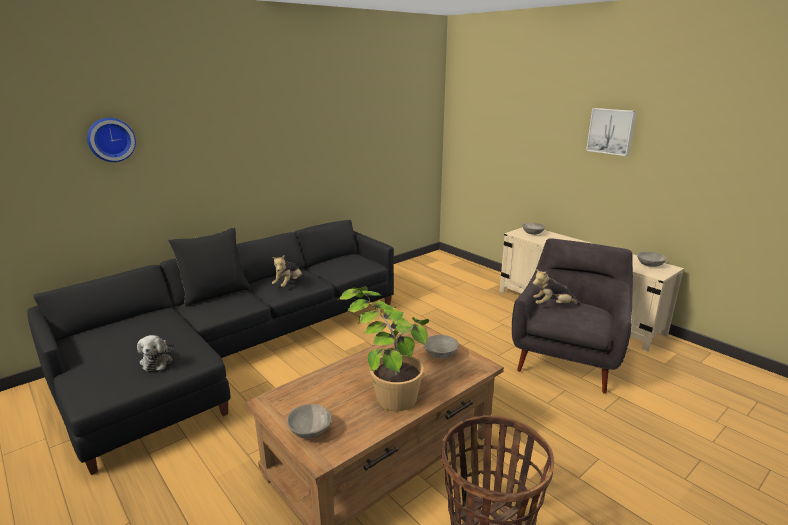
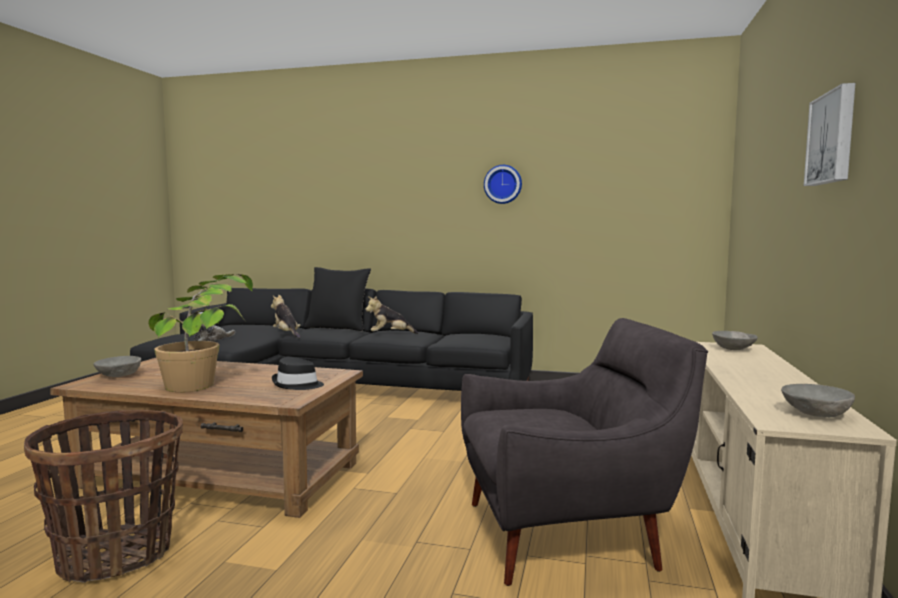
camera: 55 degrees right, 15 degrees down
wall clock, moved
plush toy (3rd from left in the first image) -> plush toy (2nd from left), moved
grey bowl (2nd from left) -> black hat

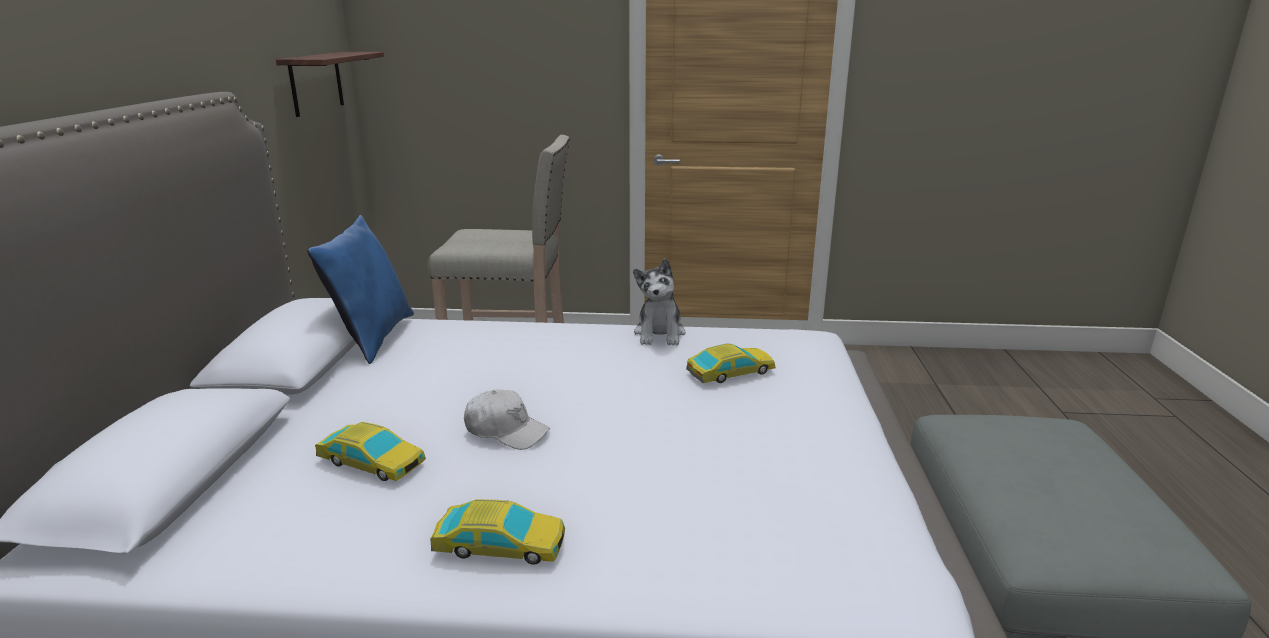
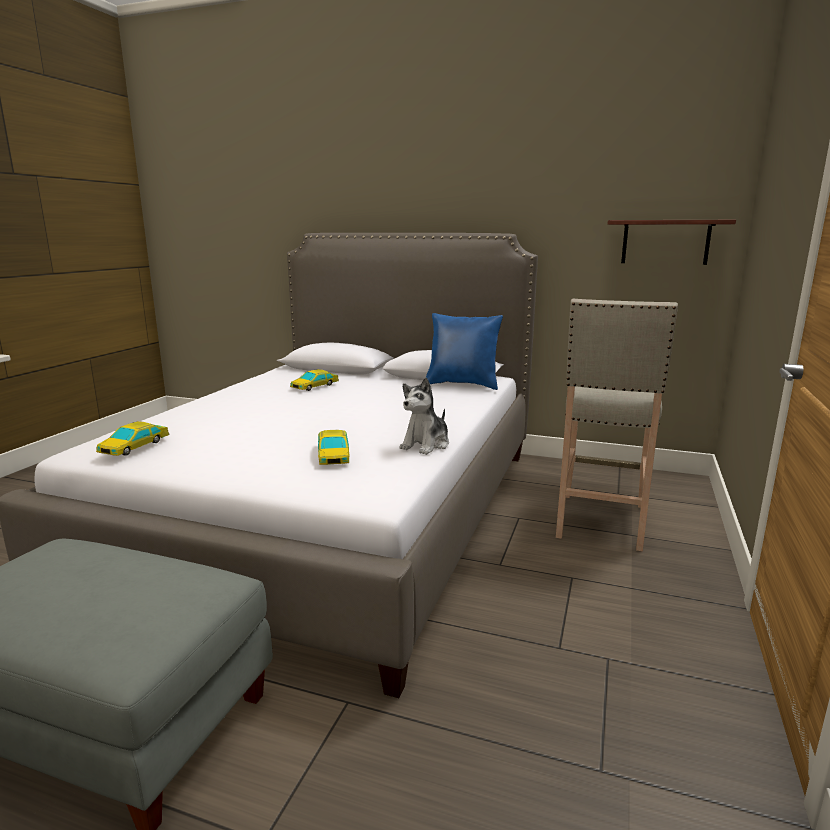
camera: 105 degrees right, 5 degrees down
white cap -> none
toy car (2nd from left in the first image) -> toy car (1st from left), moved
plush toy, 75 degrees counterclockwise

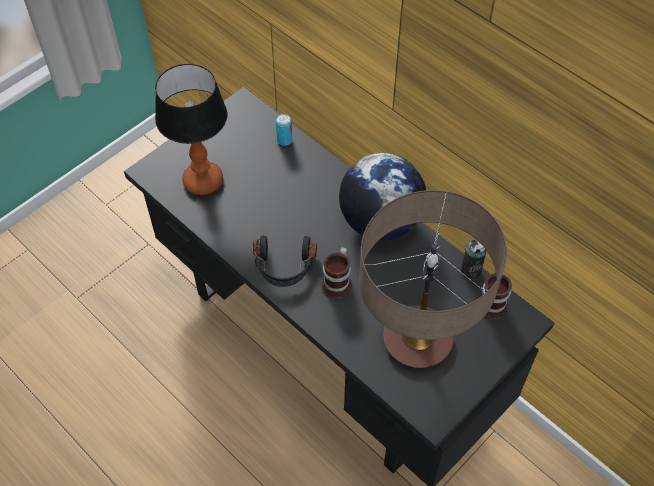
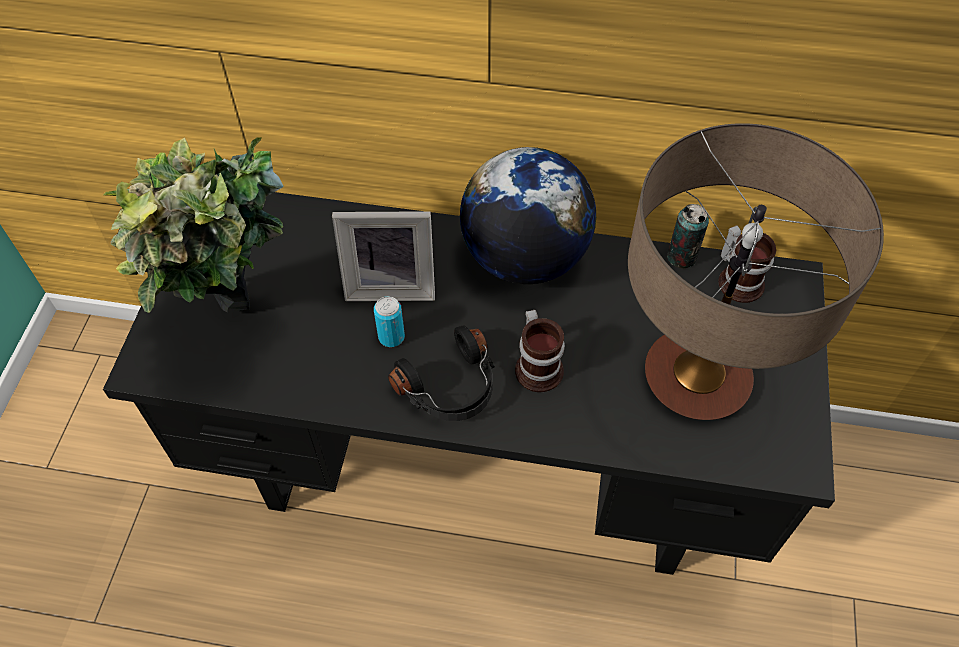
camera: 35 degrees left, 0 degrees up
none -> picture frame
can (1st from left), moved
table lamp (1st from left) -> potted plant

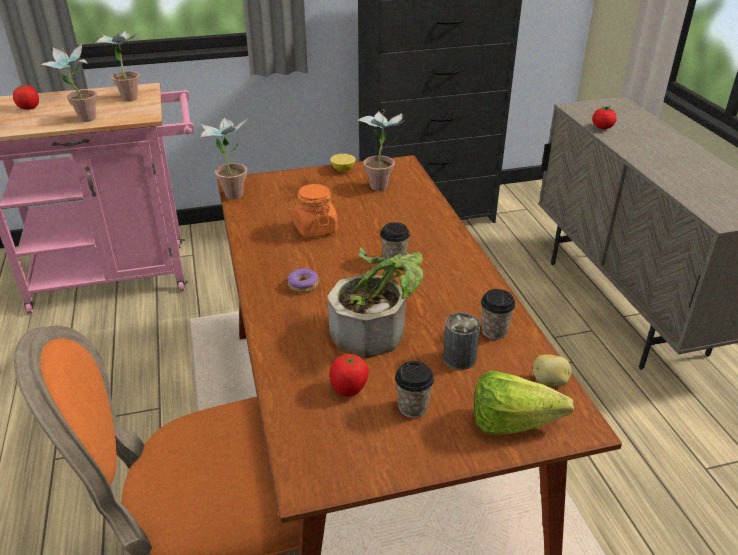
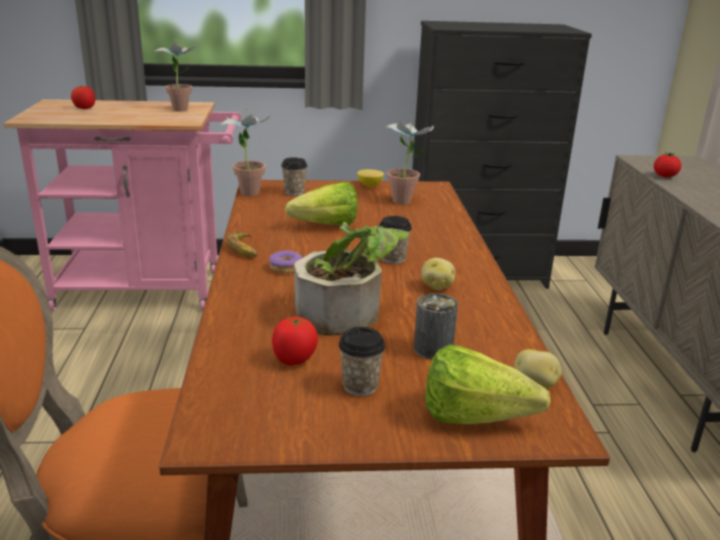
camera: 10 degrees right, 10 degrees down
potted plant (1st from left) -> none
none -> banana
none -> potato (1st from left)
cup (3rd from left in the first image) -> cup (1st from left), moved
orange jar -> lettuce (1st from left)

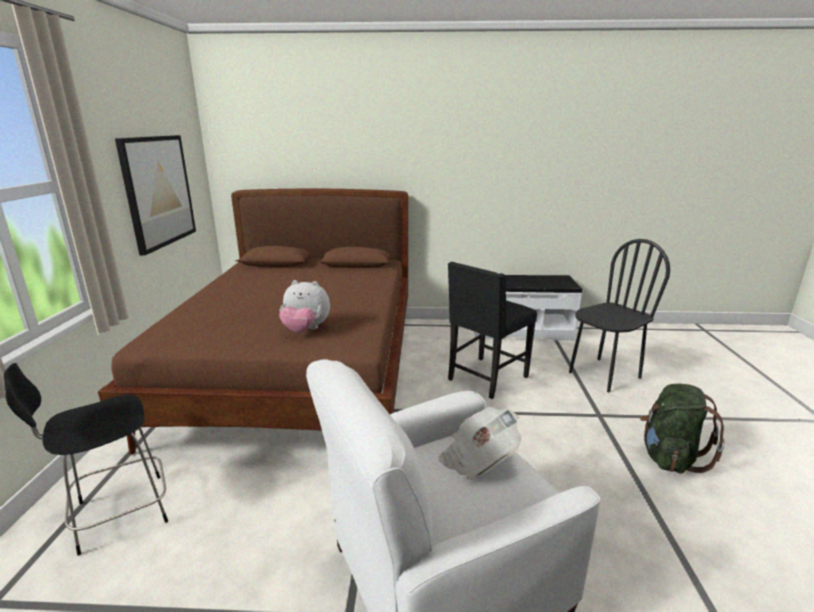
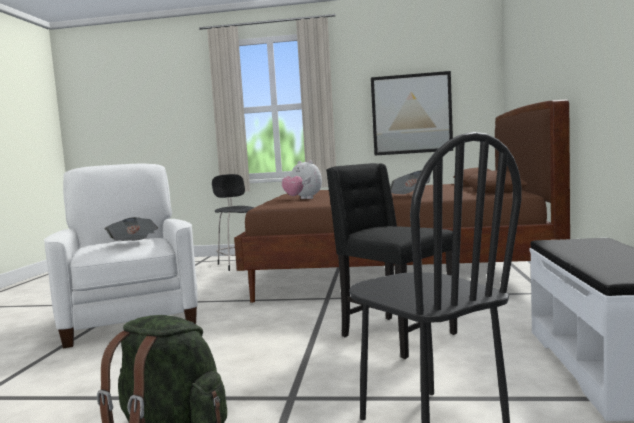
camera: 95 degrees right, 15 degrees down
none -> newspaper (2nd from left)
plush toy, 60 degrees counterclockwise

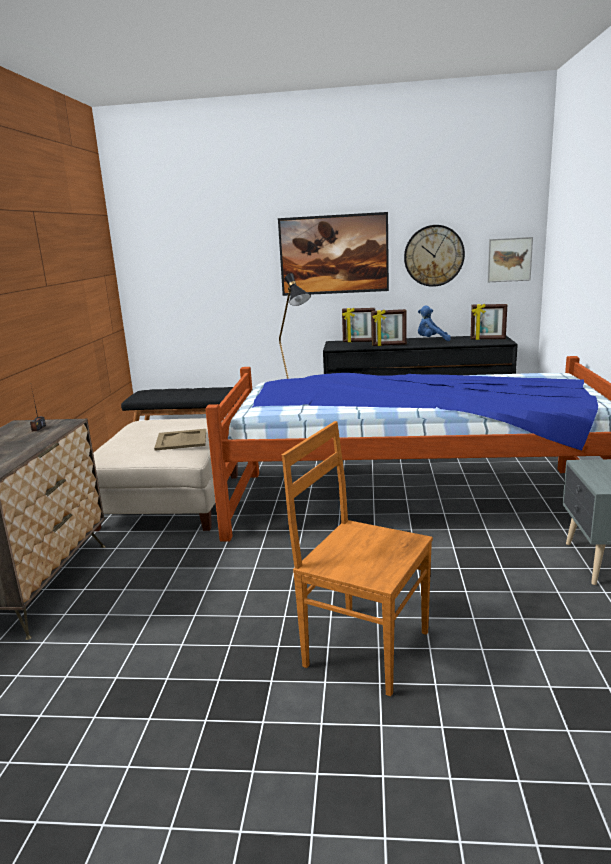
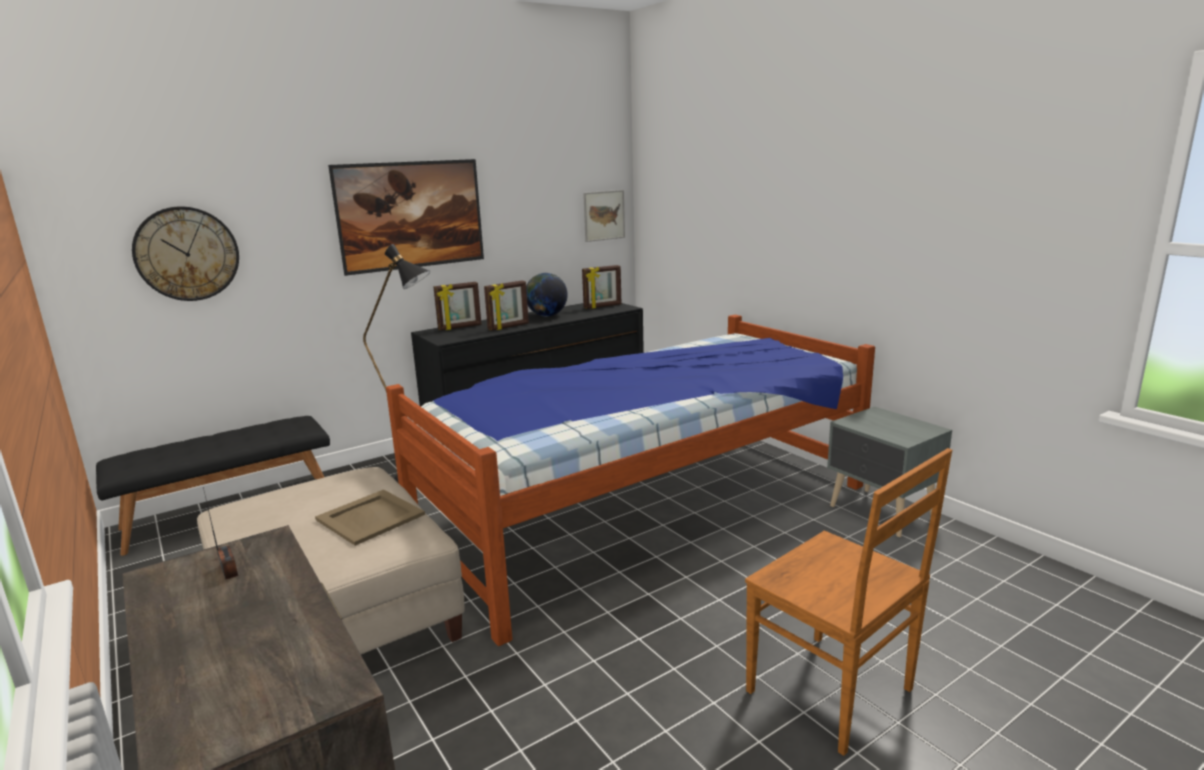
camera: 40 degrees left, 0 degrees up
wall clock, moved
blue plush toy -> globe
brown chair, 120 degrees counterclockwise

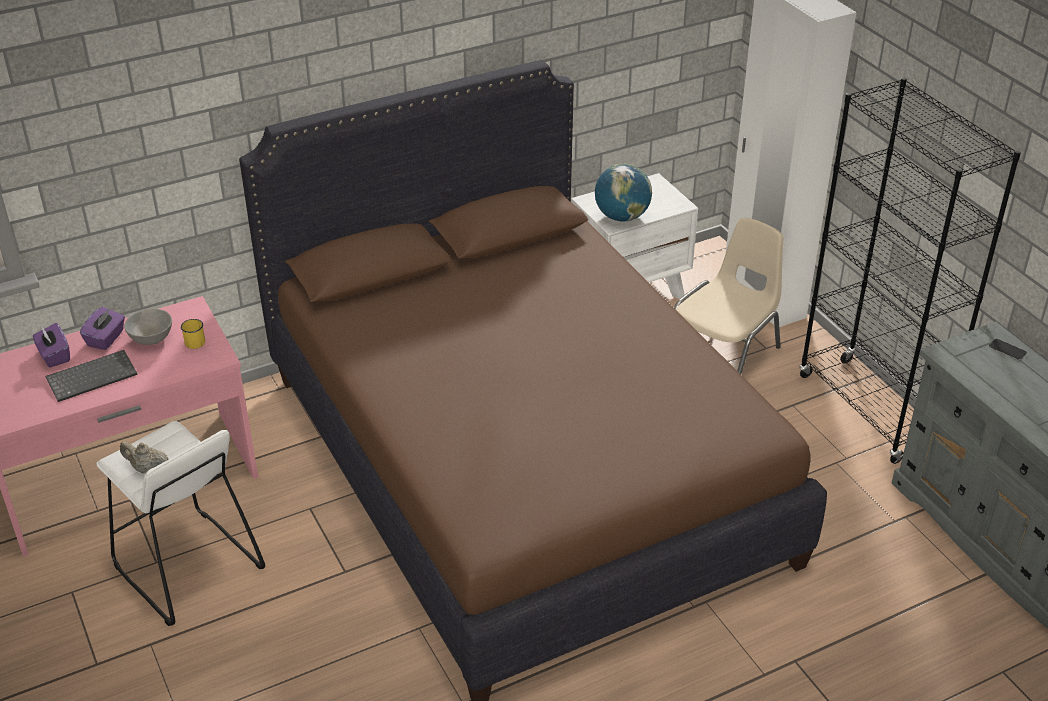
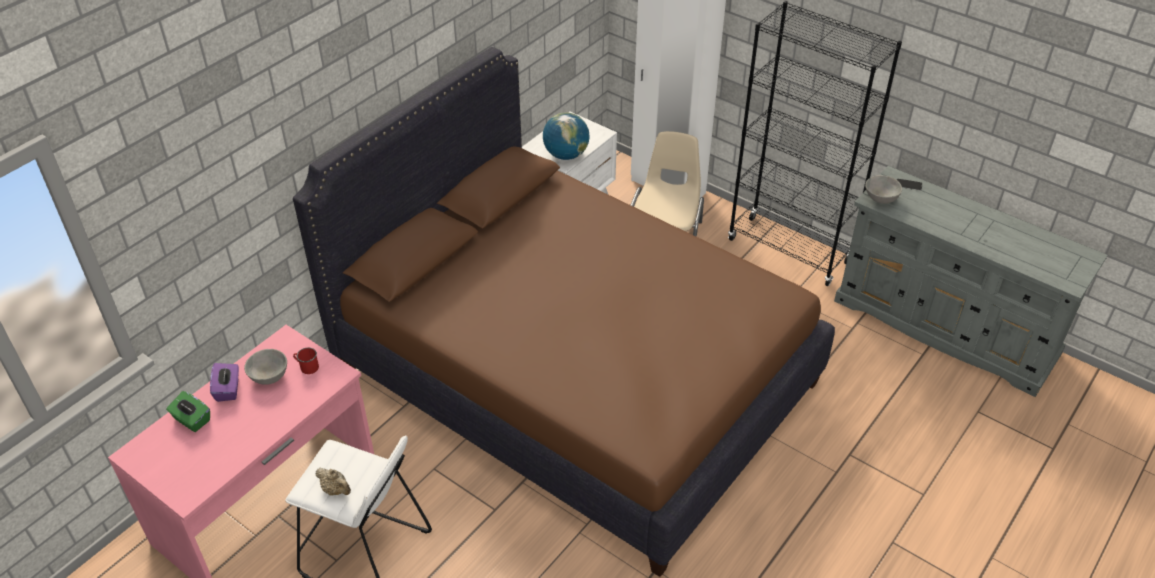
camera: 25 degrees left, 5 degrees up
keyboard -> none
none -> grey bowl (2nd from left)
purple tissue box (1st from left) -> green tissue box
yellow mug -> red mug
beige teapot, 135 degrees counterclockwise

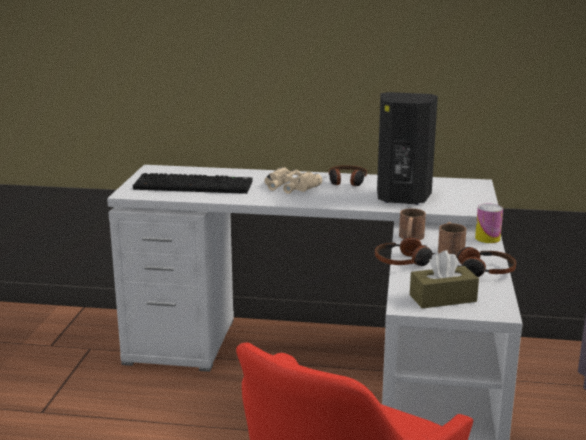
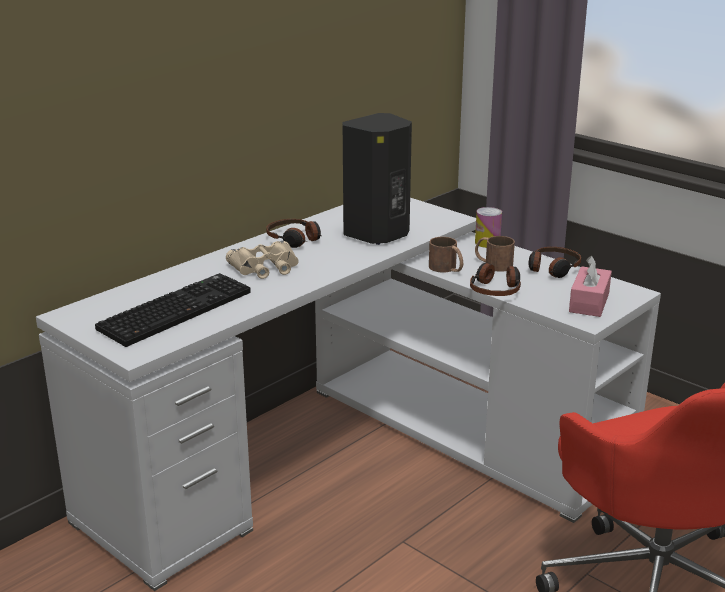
camera: 55 degrees left, 5 degrees up
brown tissue box -> pink tissue box

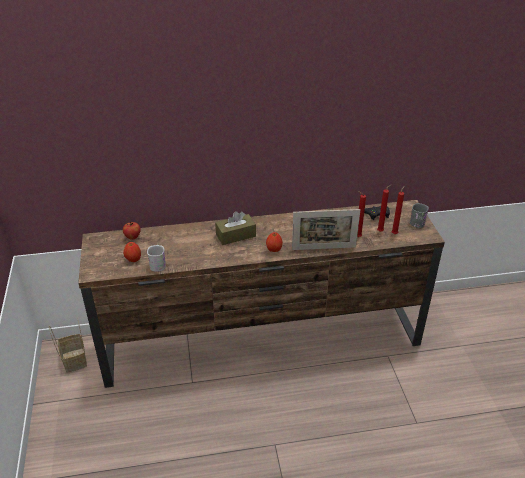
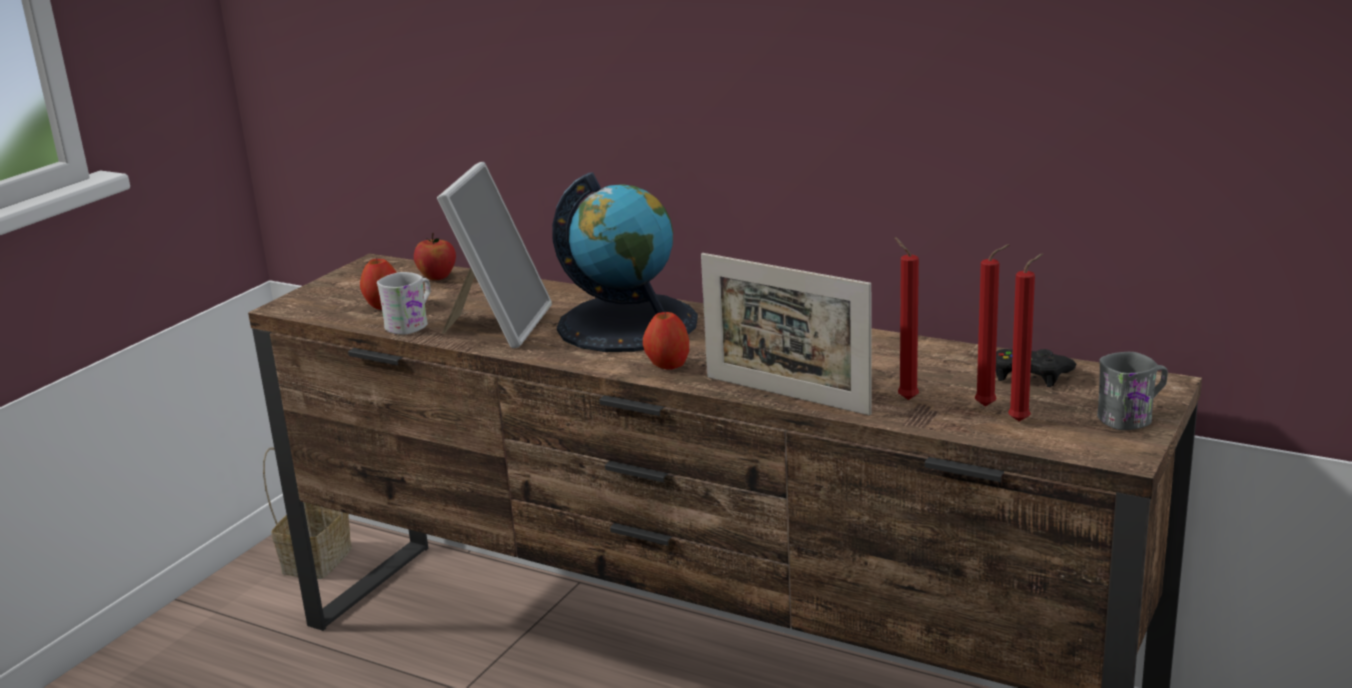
camera: 40 degrees right, 15 degrees down
none -> picture frame (1st from left)
brown tissue box -> globe

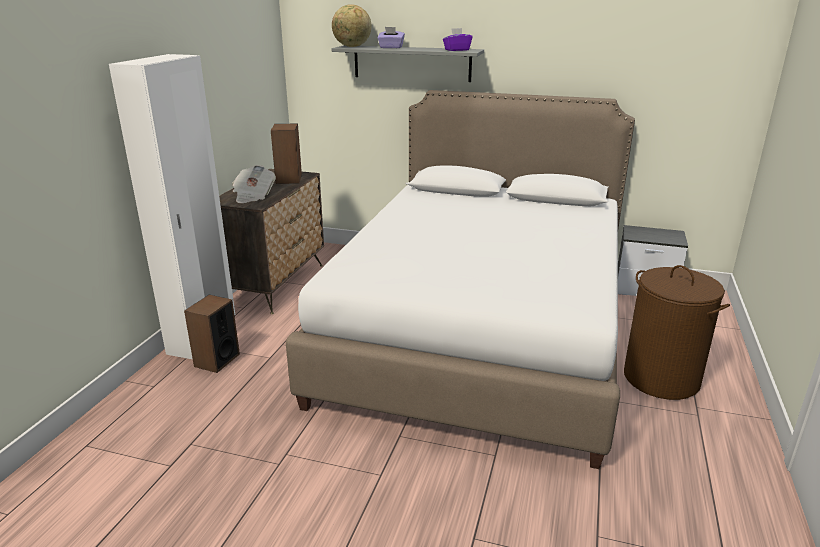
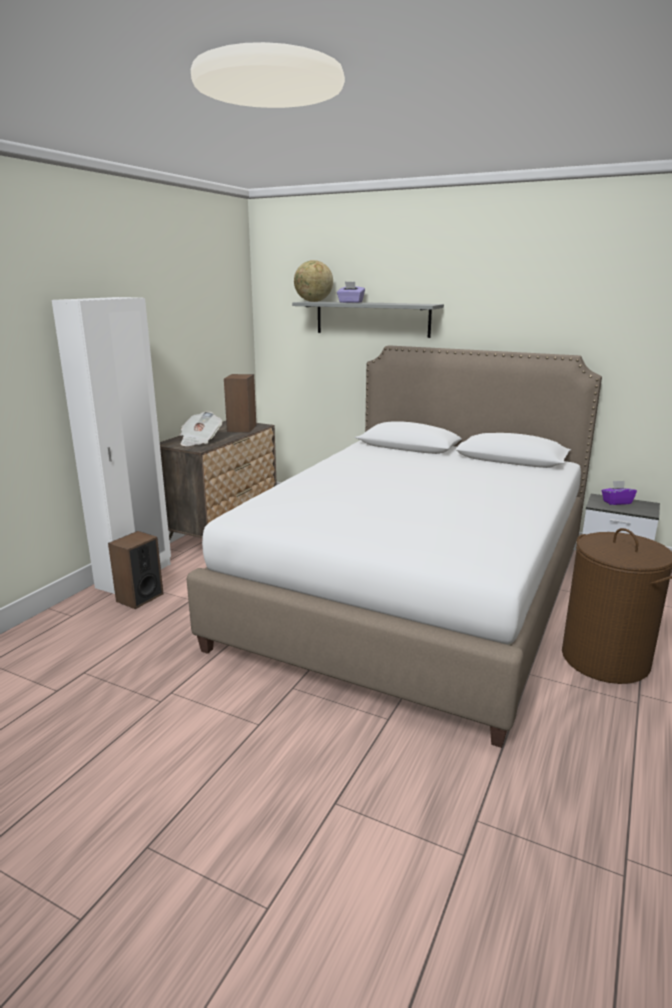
camera: 10 degrees right, 5 degrees down
purple tissue box (2nd from left), moved

